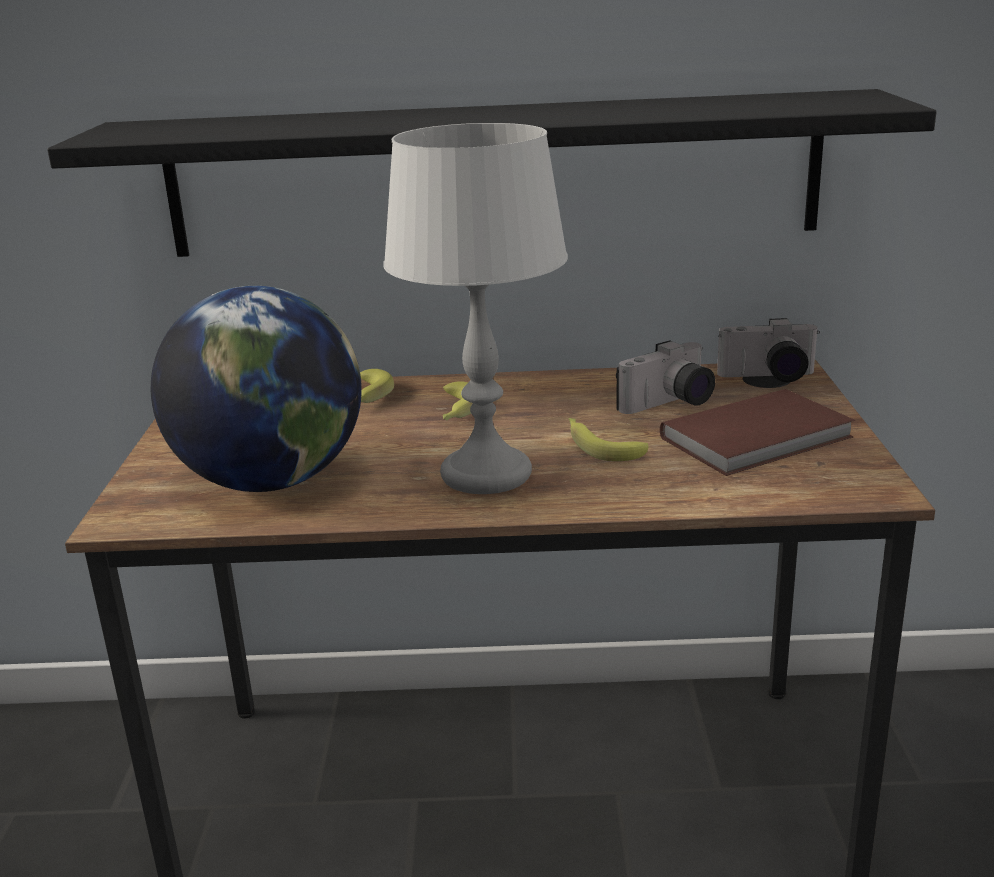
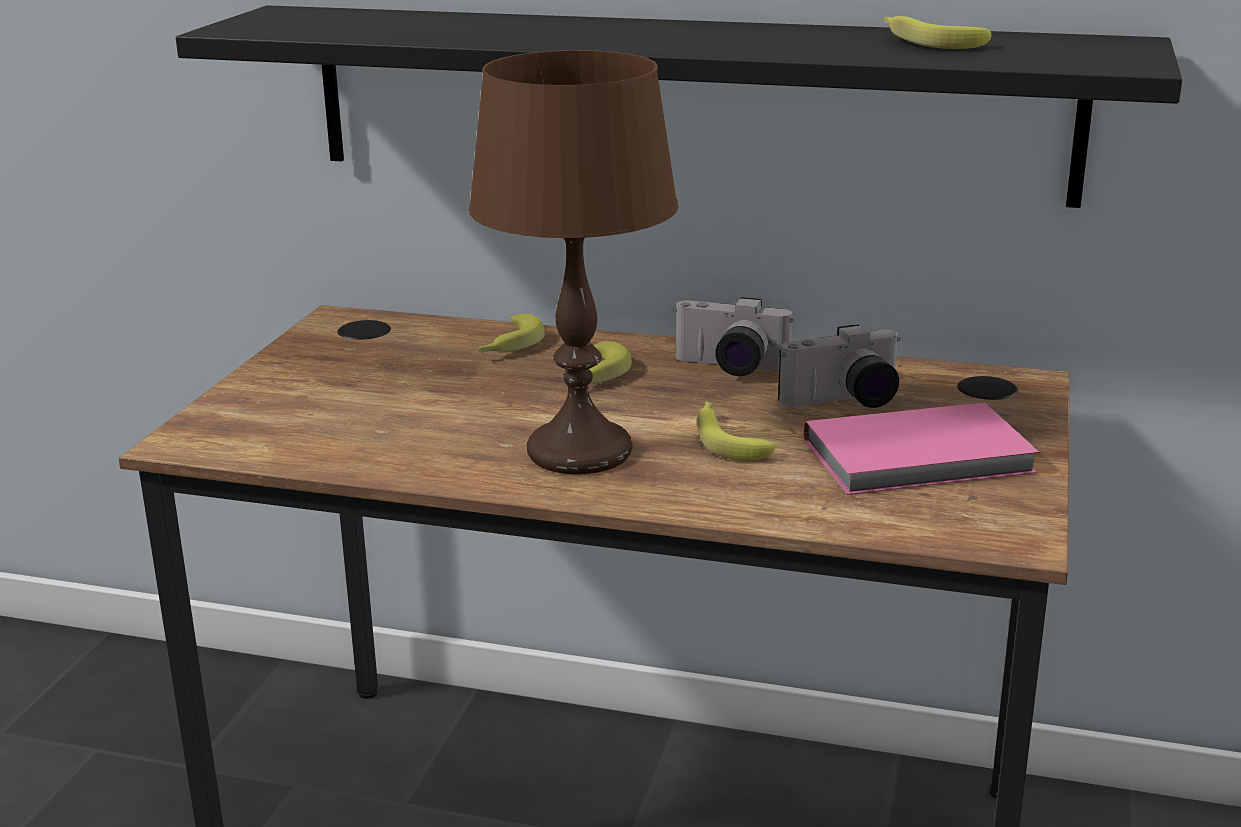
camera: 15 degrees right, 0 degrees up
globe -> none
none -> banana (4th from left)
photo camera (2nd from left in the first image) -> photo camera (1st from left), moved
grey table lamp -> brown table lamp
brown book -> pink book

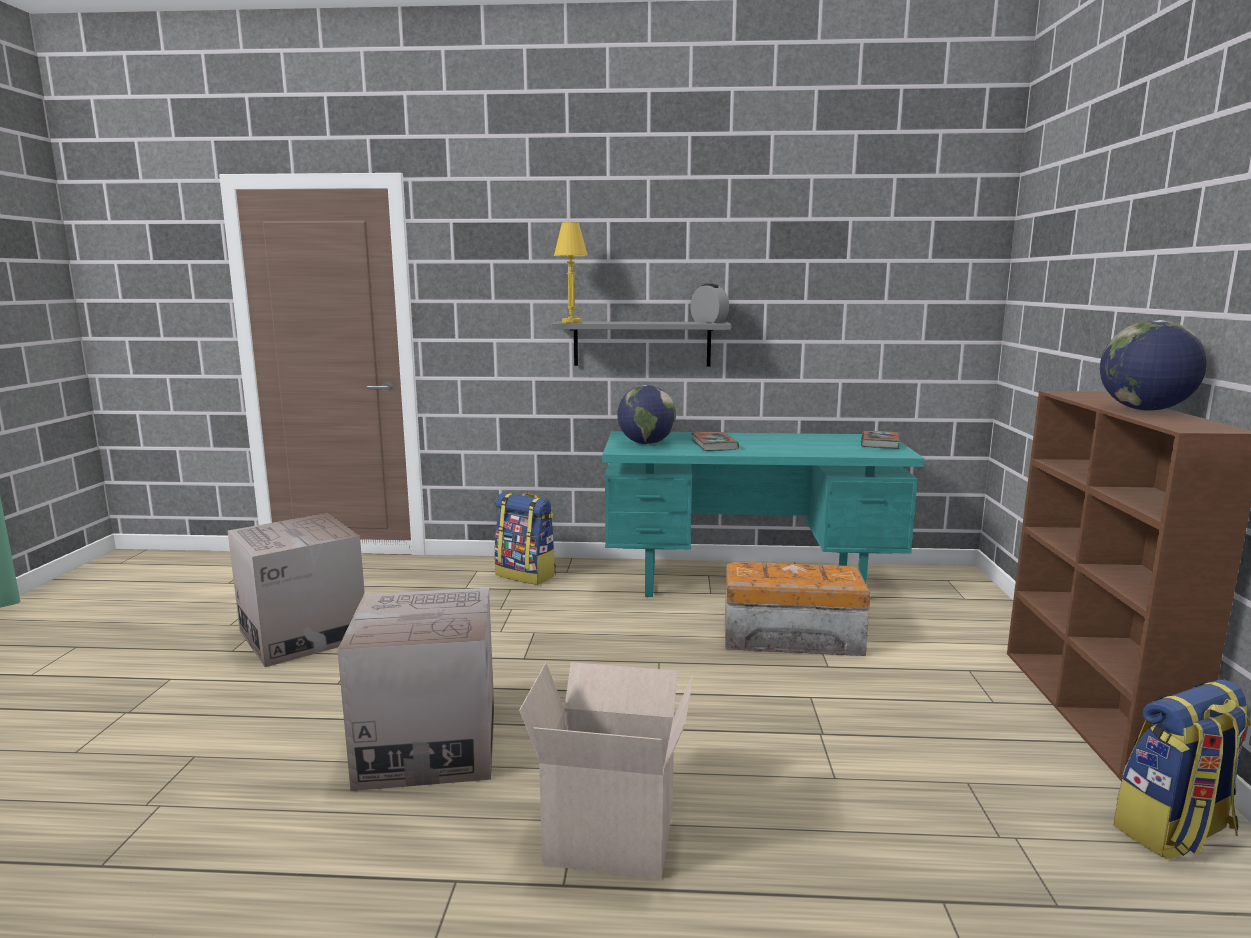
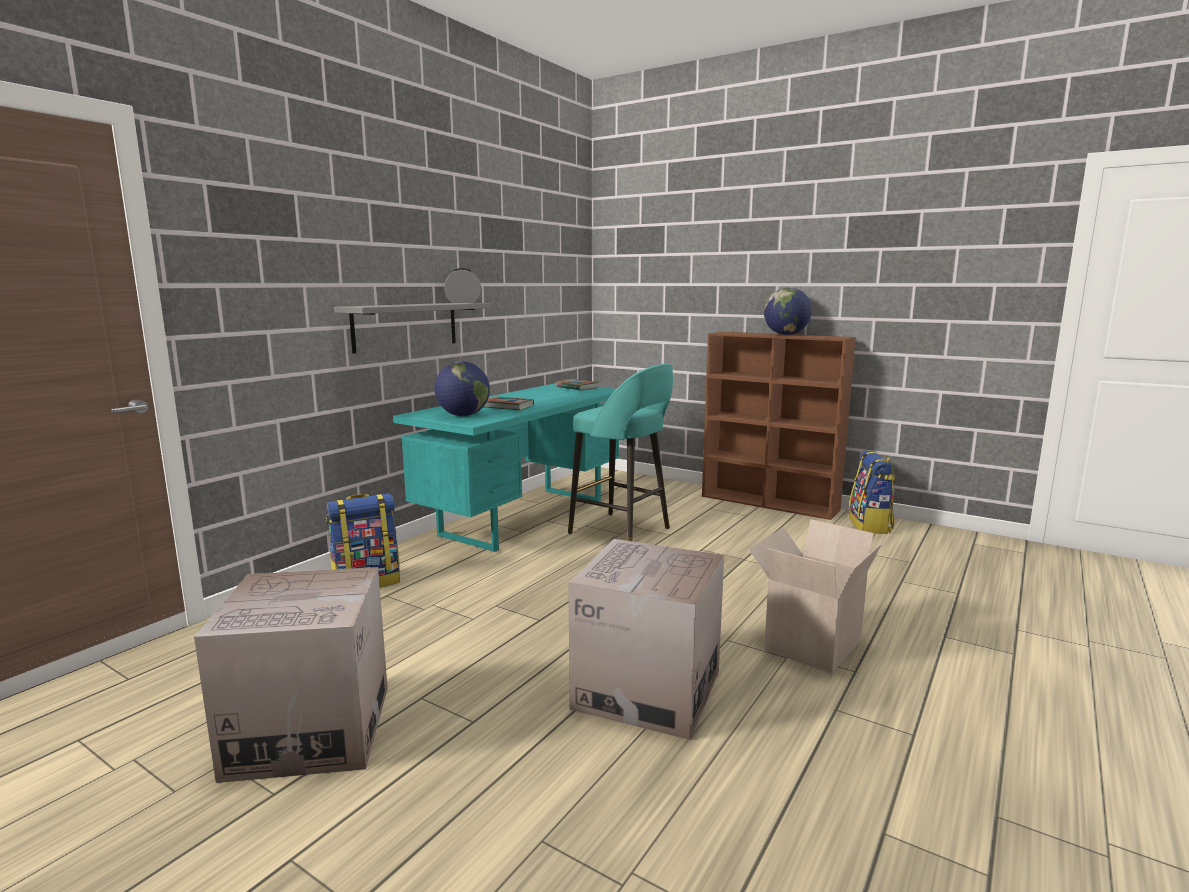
camera: 60 degrees left, 0 degrees up
yellow table lamp -> none
storage box -> turquoise stool

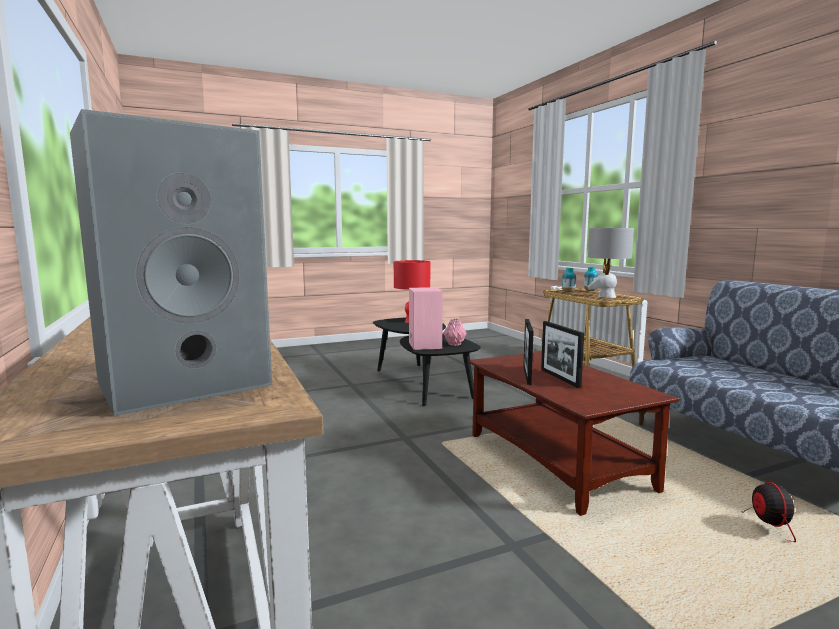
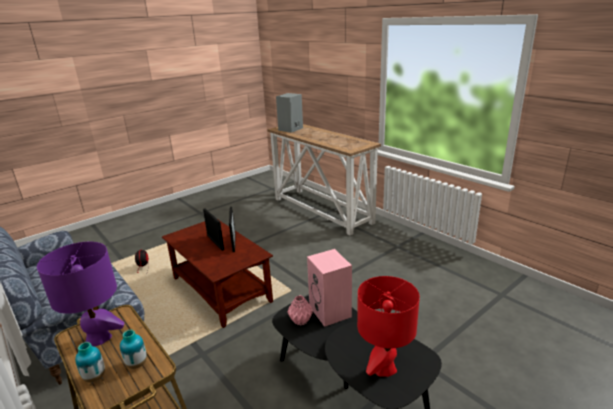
camera: 165 degrees right, 15 degrees up
grey table lamp -> purple table lamp

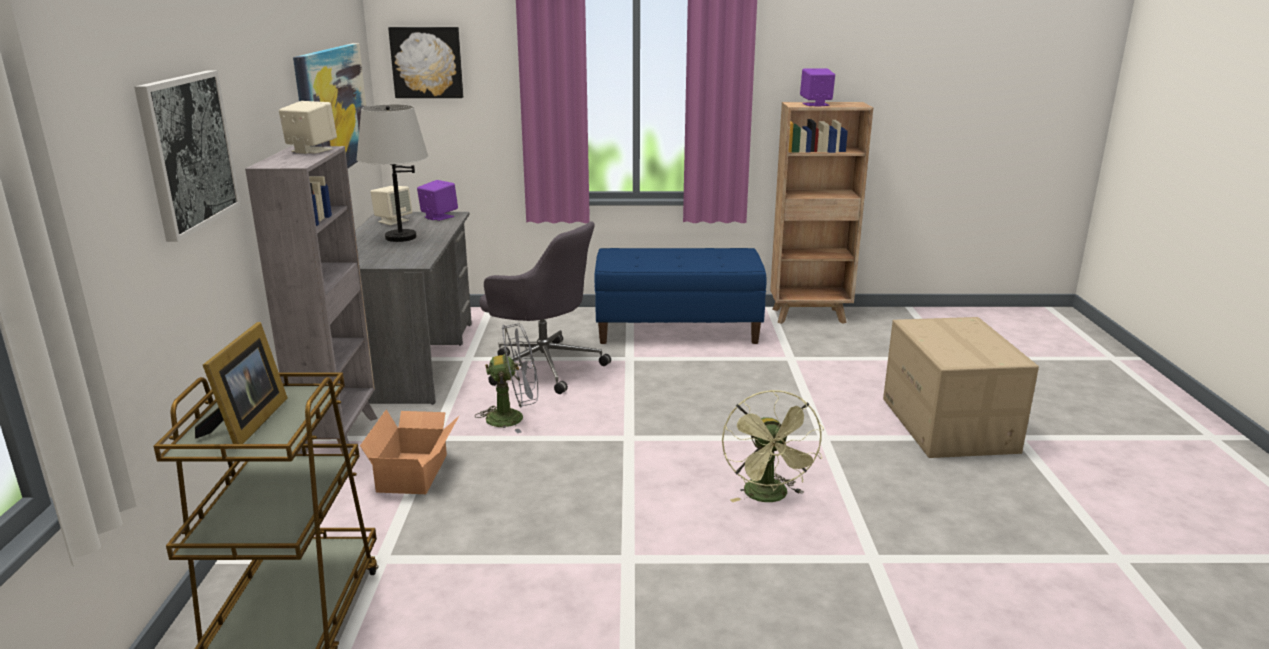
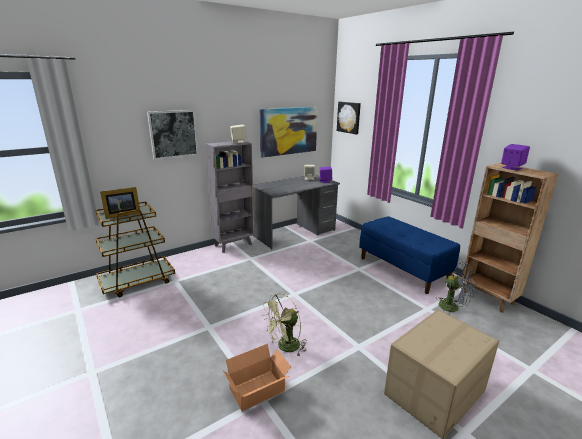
camera: 55 degrees right, 0 degrees up
grey table lamp -> none
grey office chair -> none
cardboard box (1st from left), moved
grey fan, moved

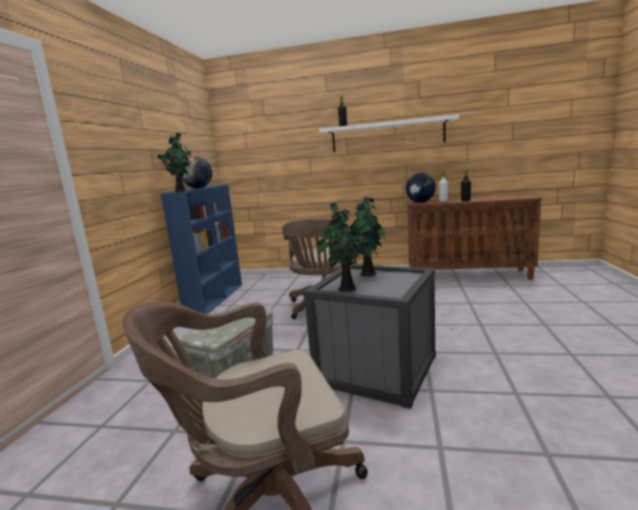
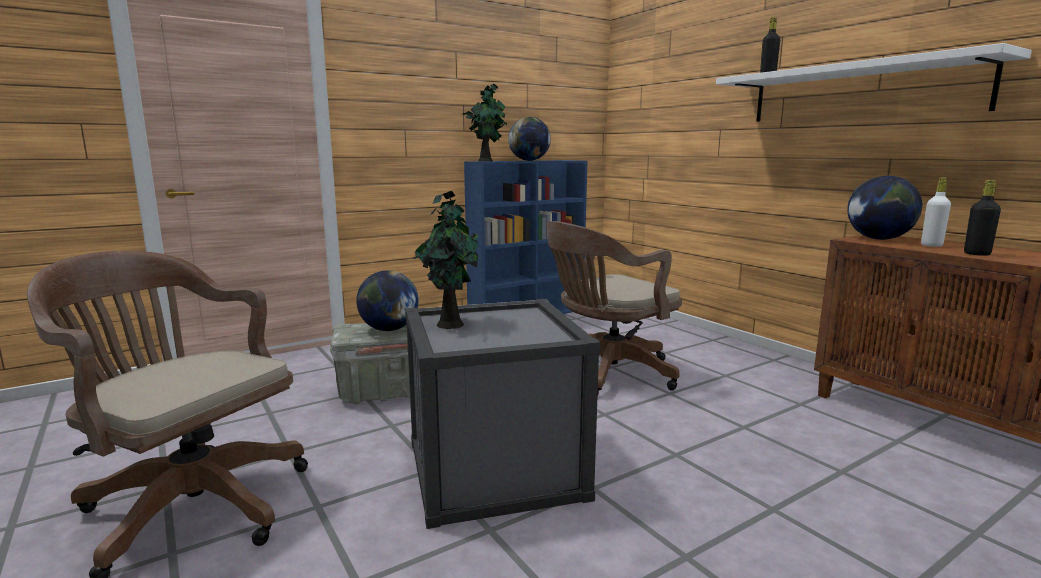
camera: 45 degrees right, 0 degrees up
potted plant (3rd from left) -> none
none -> globe (1st from left)

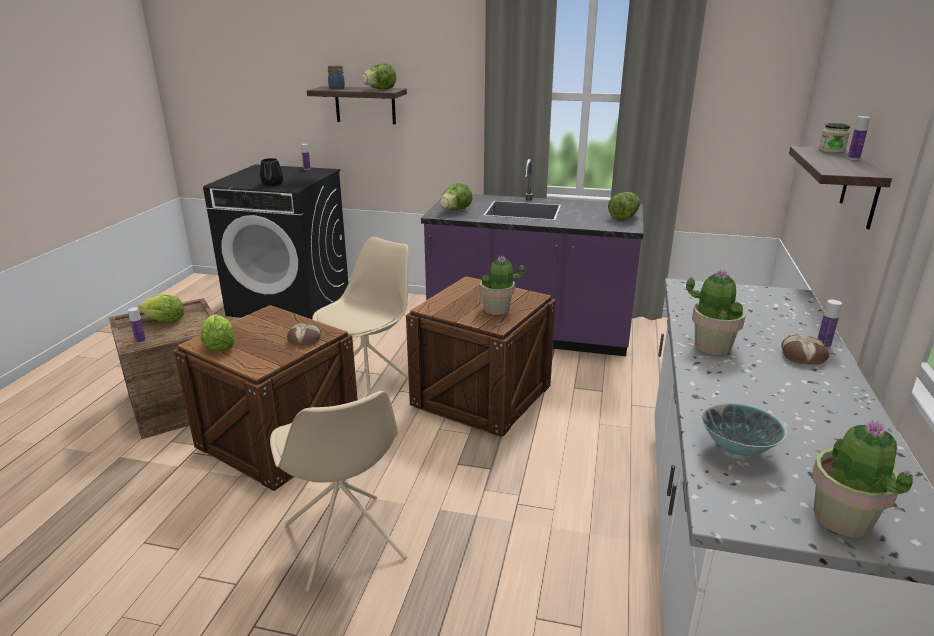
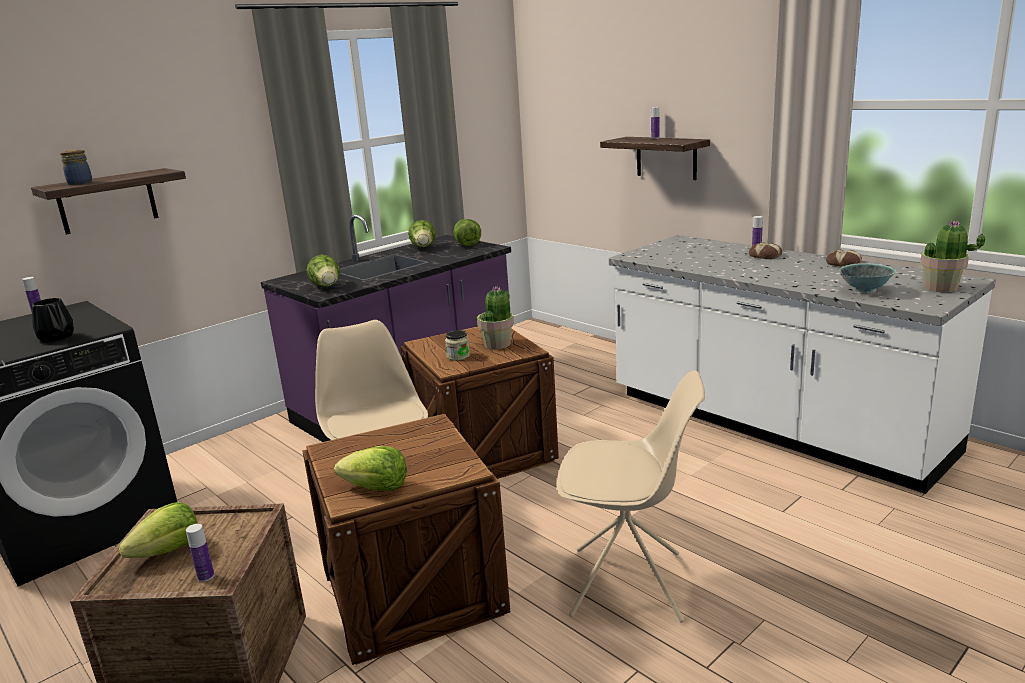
camera: 55 degrees left, 5 degrees down
potted plant (2nd from left) -> none
bread (1st from left in the first image) -> bread (2nd from left), moved
lettuce (3rd from left in the first image) -> lettuce (4th from left), moved
jar (2nd from left), moved

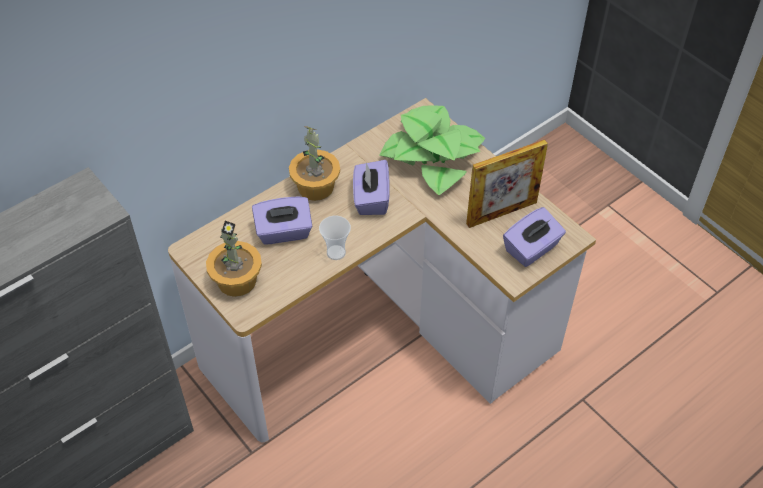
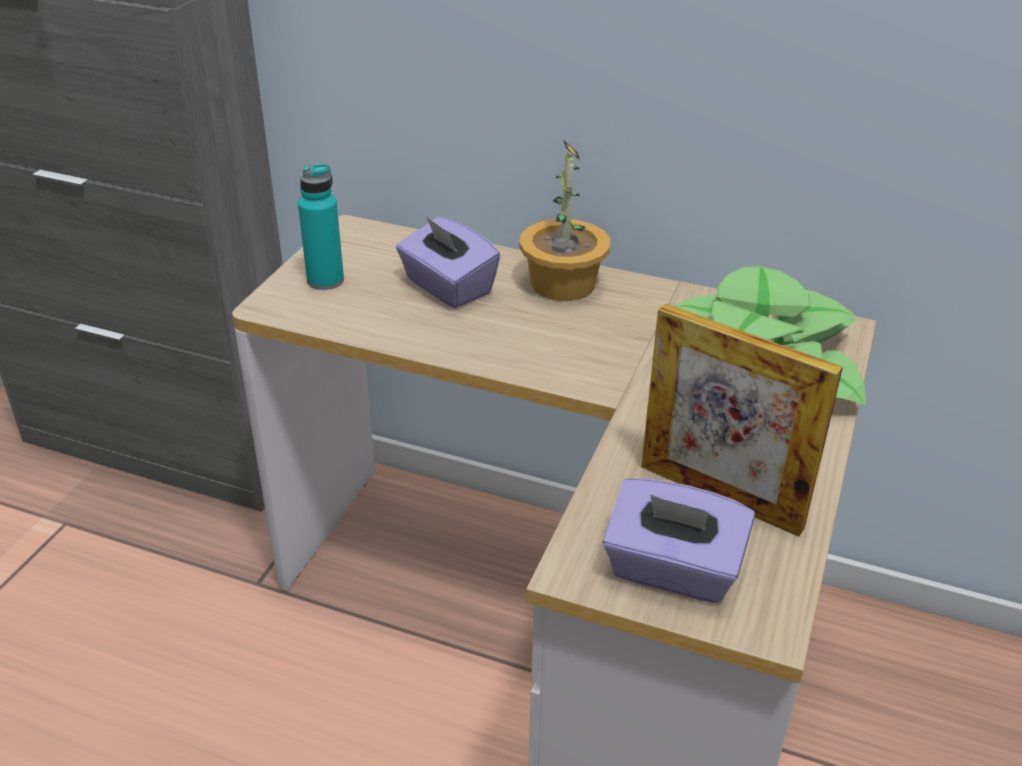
camera: 60 degrees right, 15 degrees down
cup -> none
purple tissue box (2nd from left) -> none
potted plant (1st from left) -> turquoise bottle

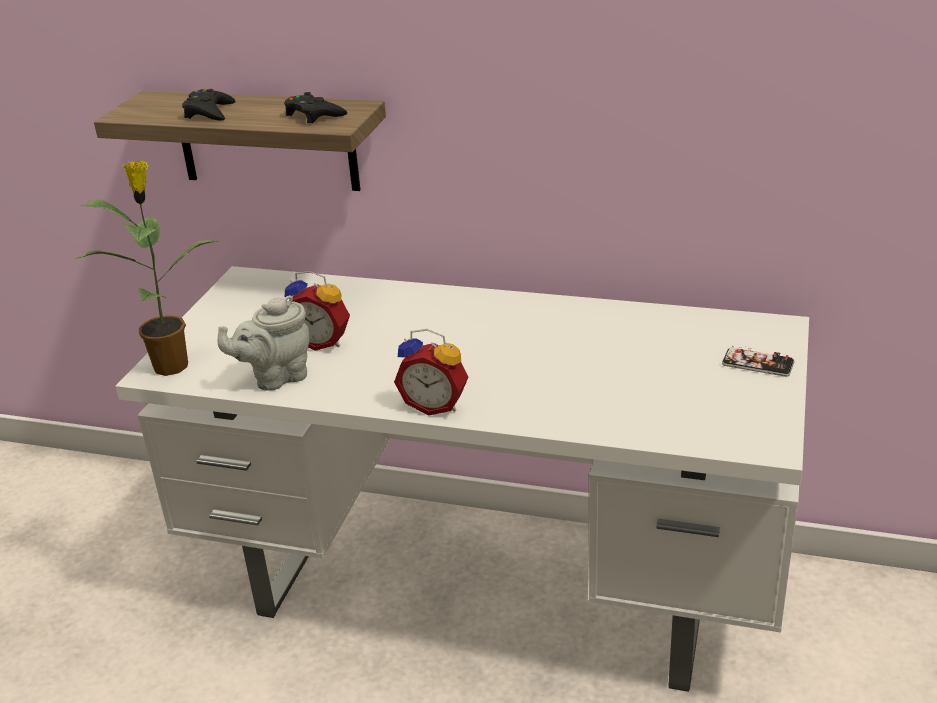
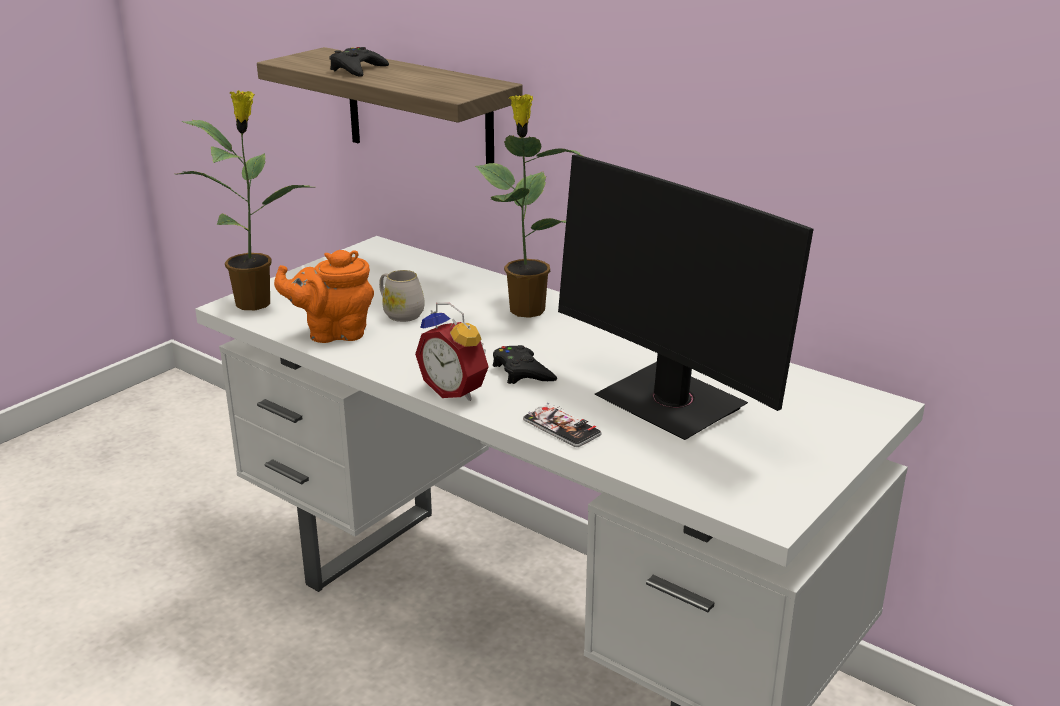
camera: 20 degrees right, 5 degrees down
none -> potted plant (2nd from left)
none -> monitor
black game controller (2nd from left), moved
phone, moved
alarm clock (1st from left) -> white mug
grey teapot -> orange teapot

